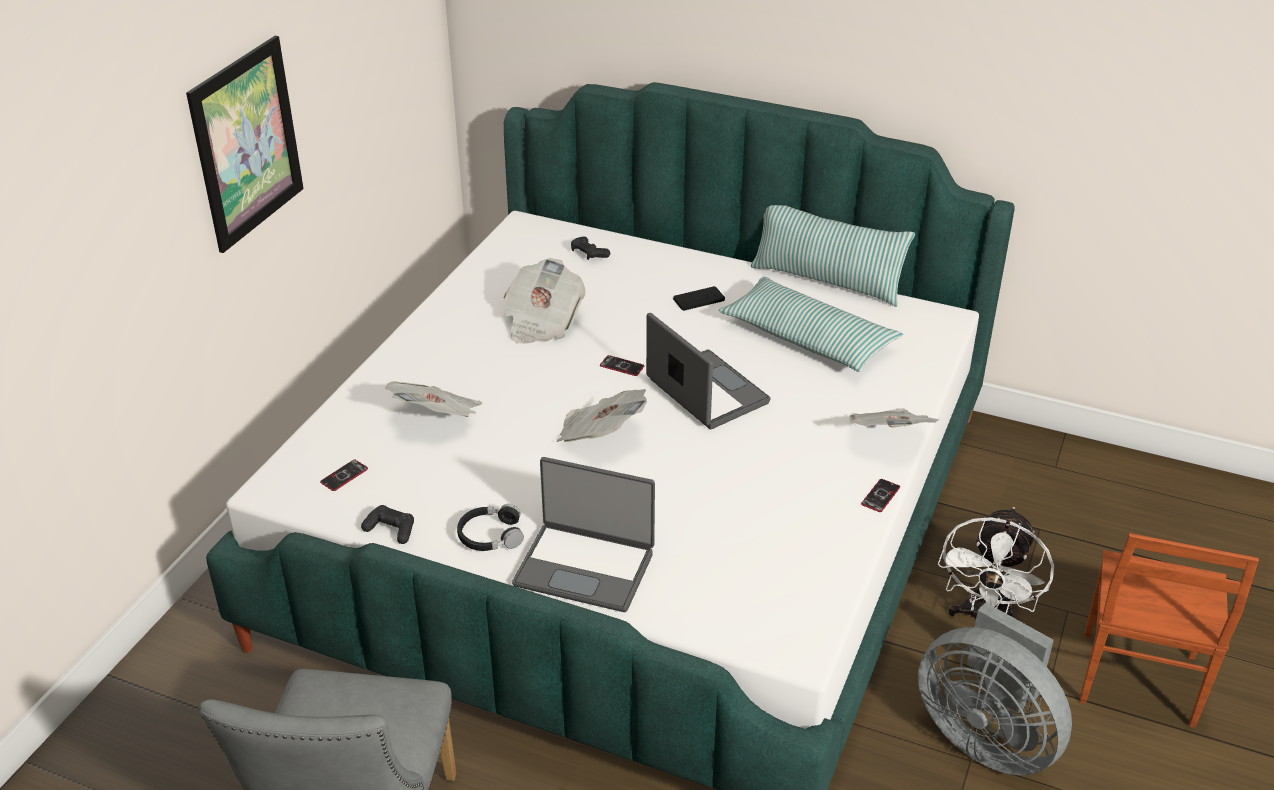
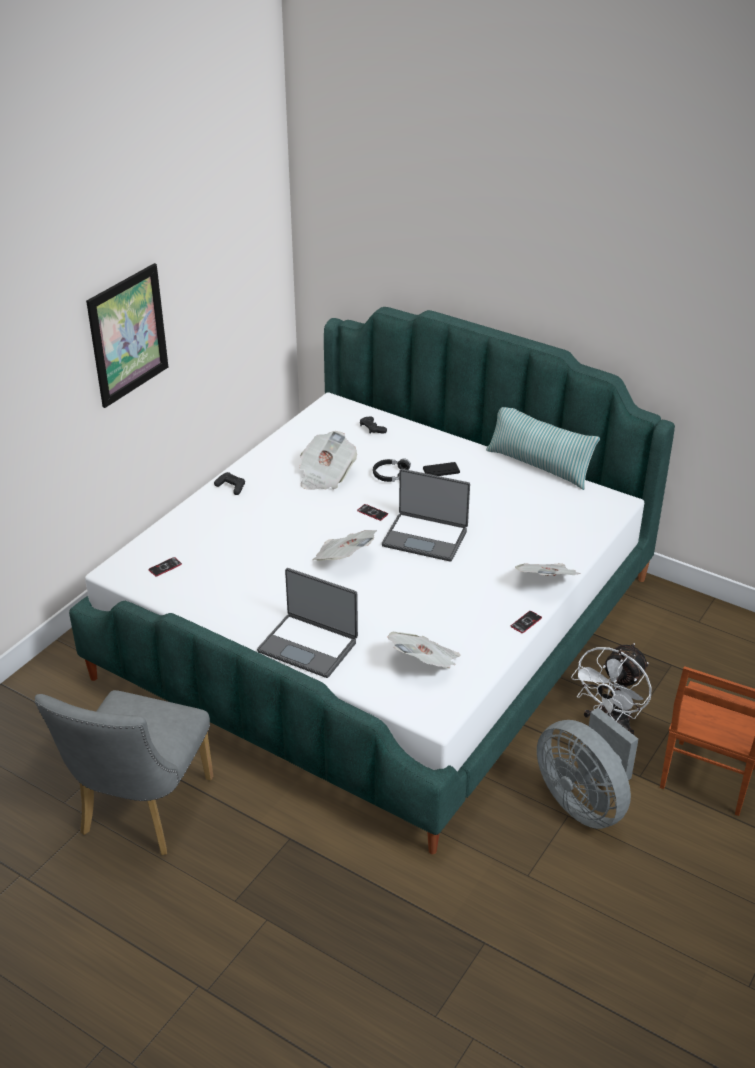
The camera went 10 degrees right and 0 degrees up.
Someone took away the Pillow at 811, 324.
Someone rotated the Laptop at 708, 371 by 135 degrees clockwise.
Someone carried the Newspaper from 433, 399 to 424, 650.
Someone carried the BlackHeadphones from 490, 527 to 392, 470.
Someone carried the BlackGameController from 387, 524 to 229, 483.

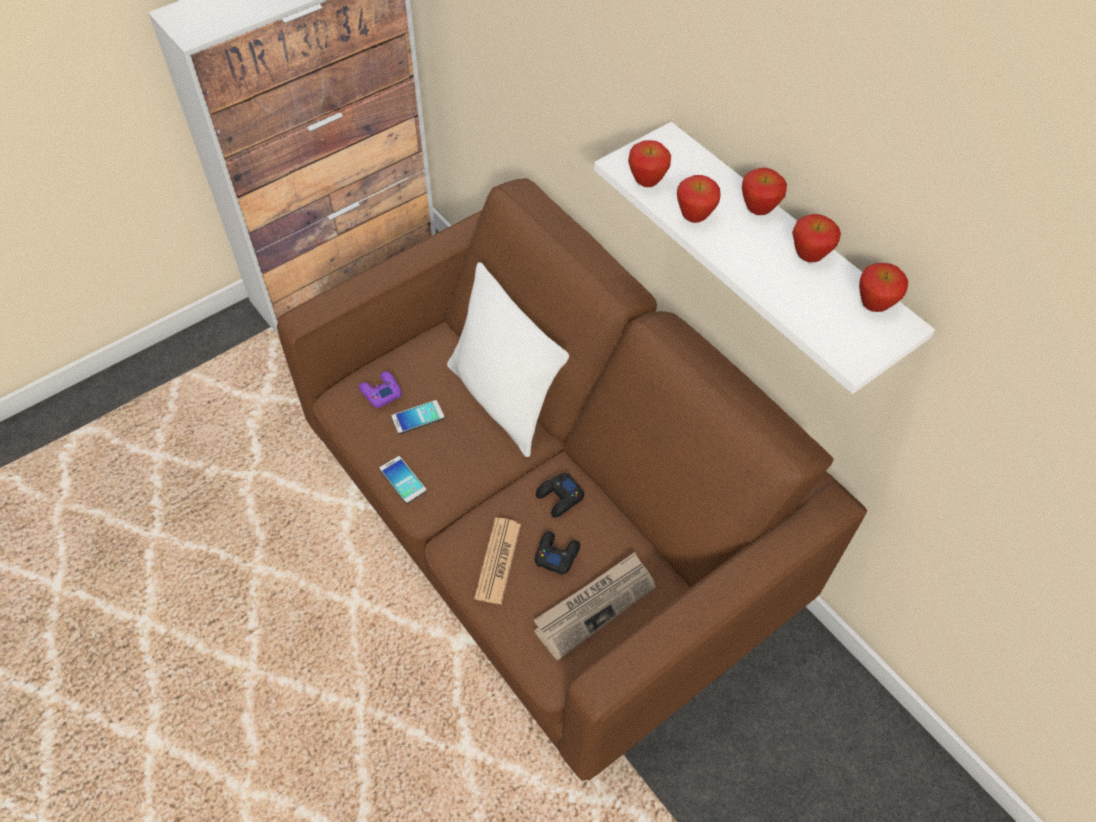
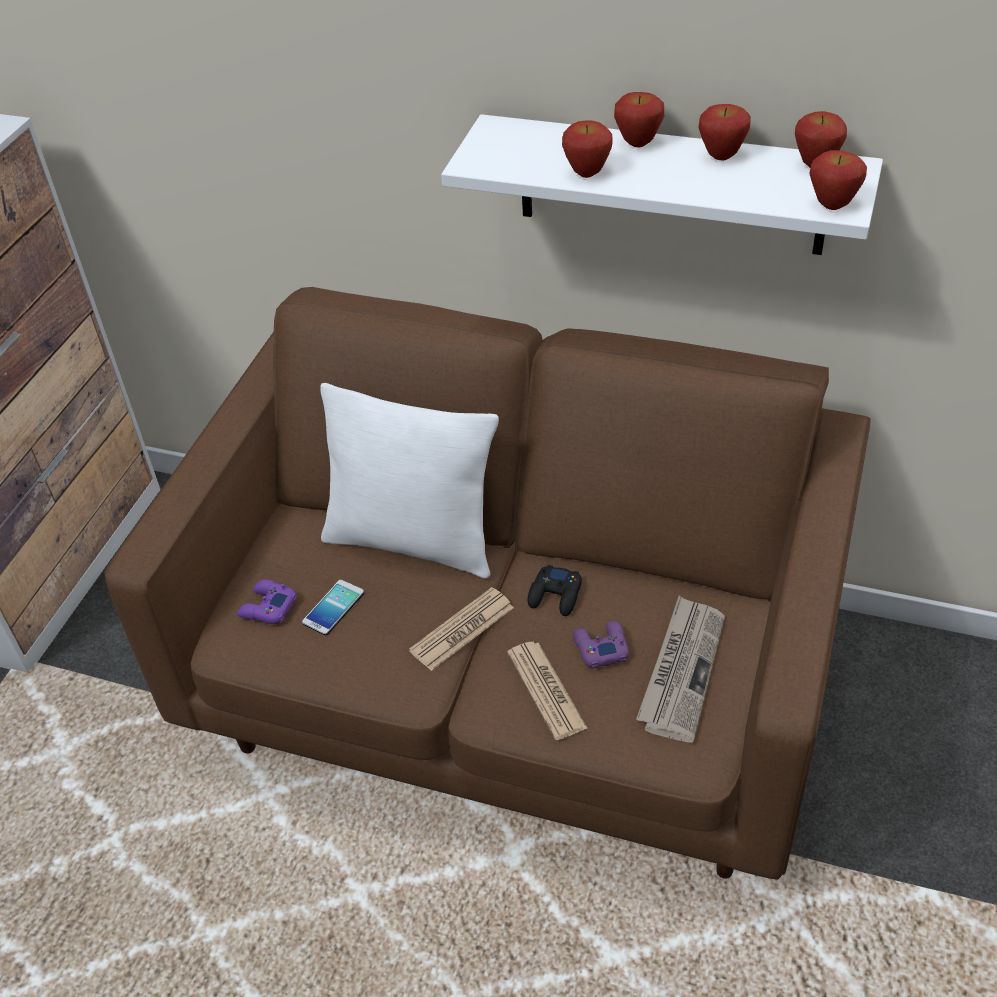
The camera went 30 degrees left and 10 degrees down.
Someone carried the Apple from 649, 163 to 838, 180.
Someone took away the Phone at 403, 479.
Someone repainted the BlackGameController at 557, 553, which became the PurpleGameController at 601, 645.
Someone put down the Newspaper at 461, 629.

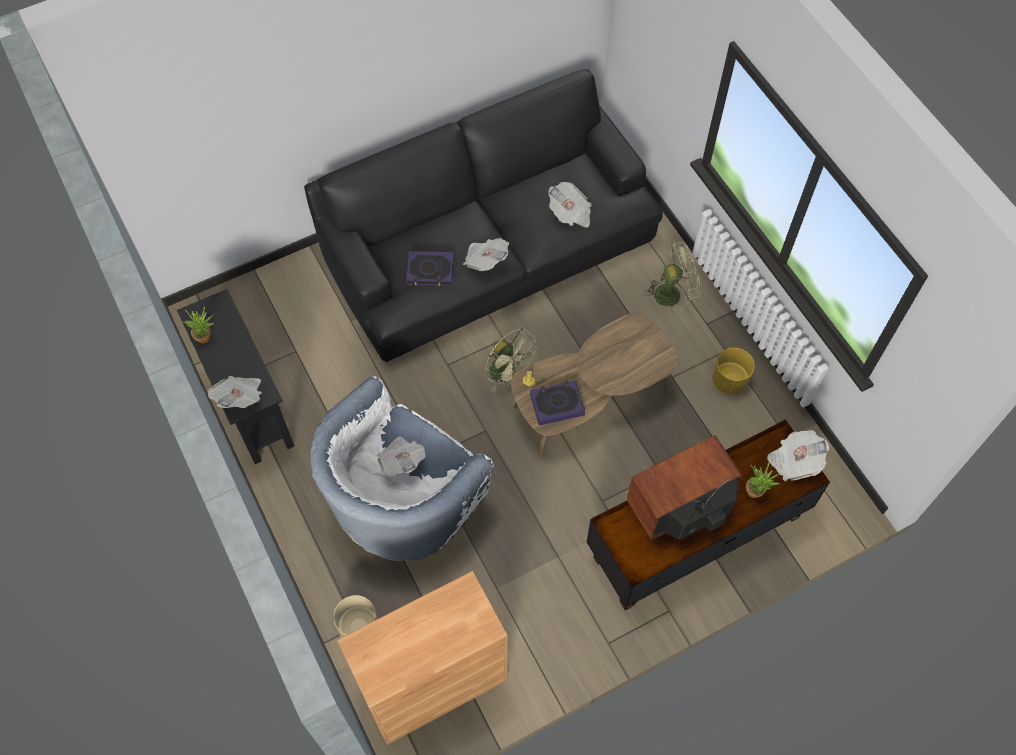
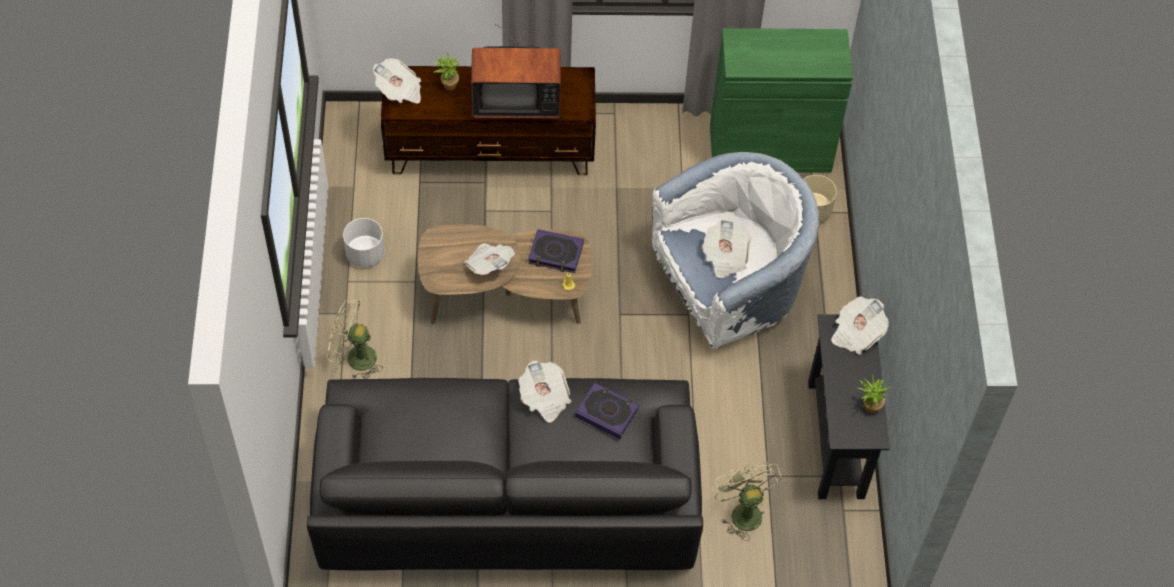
The camera went 155 degrees left and 5 degrees down.
Someone carried the Newspaper from 569, 205 to 490, 259.
Someone carried the GreenFan from 511, 360 to 747, 501.
Someone repainted the YellowPlanter at 733, 371, which became the WhitePlanter at 364, 243.
Someone repainted the BrownCabinet at 422, 658, which became the GreenCabinet at 781, 100.

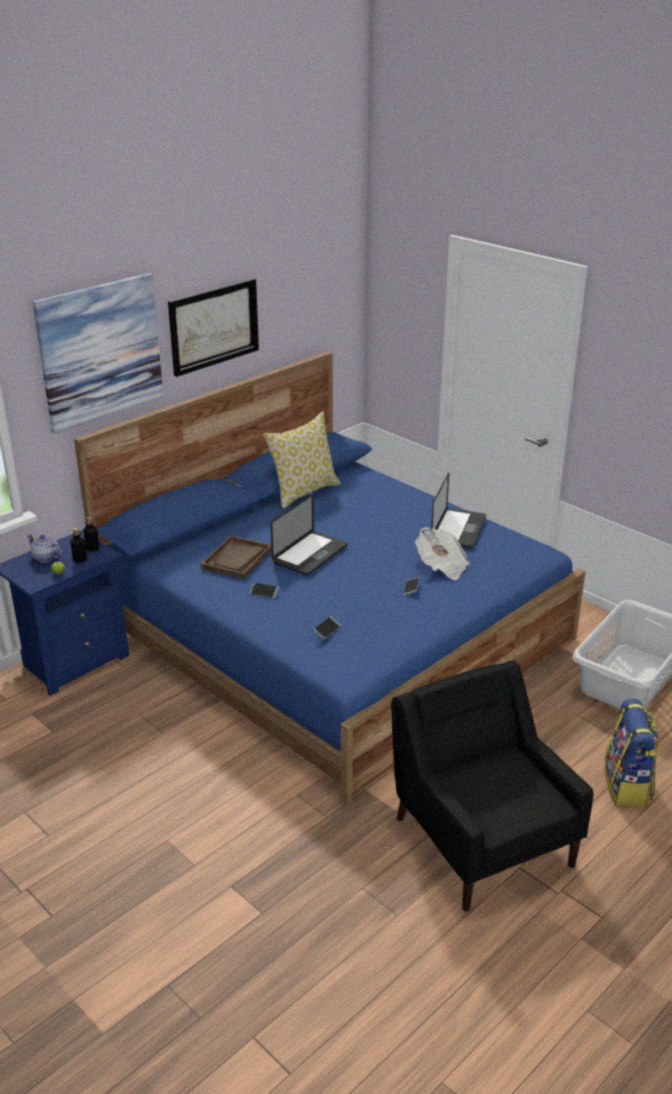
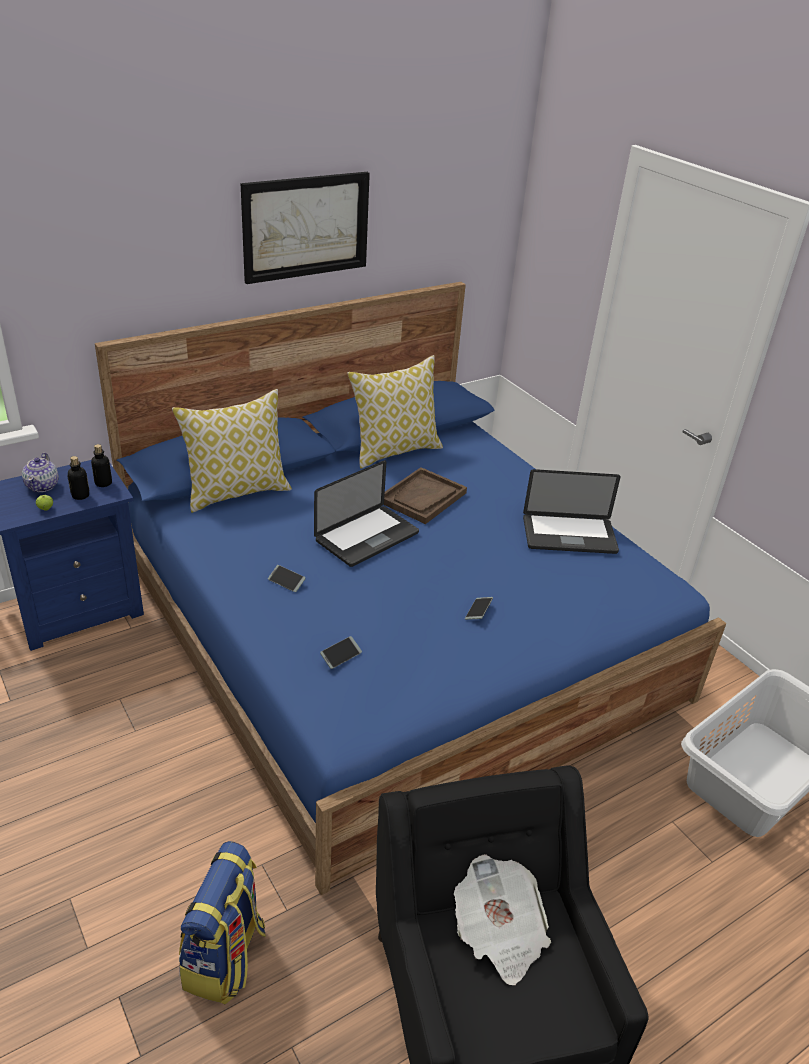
The camera went 10 degrees right and 5 degrees up.
Someone took away the Picture at 97, 353.
Someone rotated the Laptop at 458, 510 by 60 degrees clockwise.
Someone carried the Newspaper from 442, 553 to 502, 919.
Someone rotated the Teapot at 44, 548 by 135 degrees counterclockwise.
Someone carried the BrownTray from 236, 557 to 425, 495.
Someone carried the Backpack from 631, 753 to 222, 922.
Someone put down the Pillow at 232, 451.

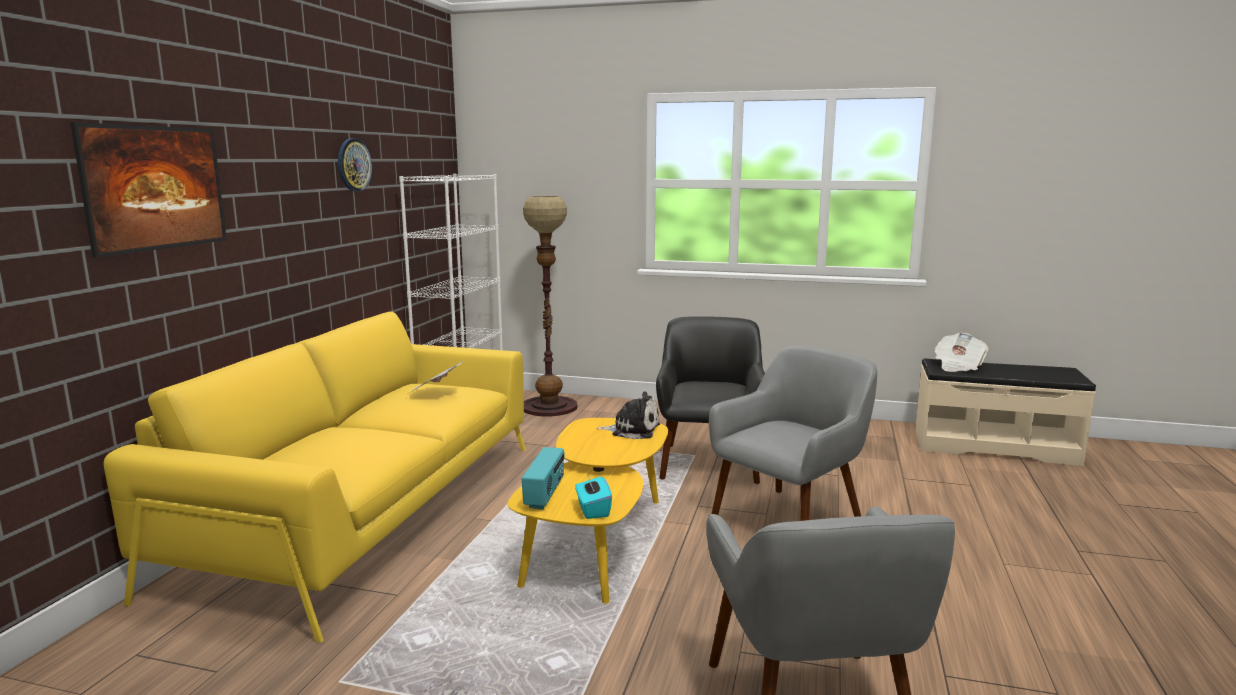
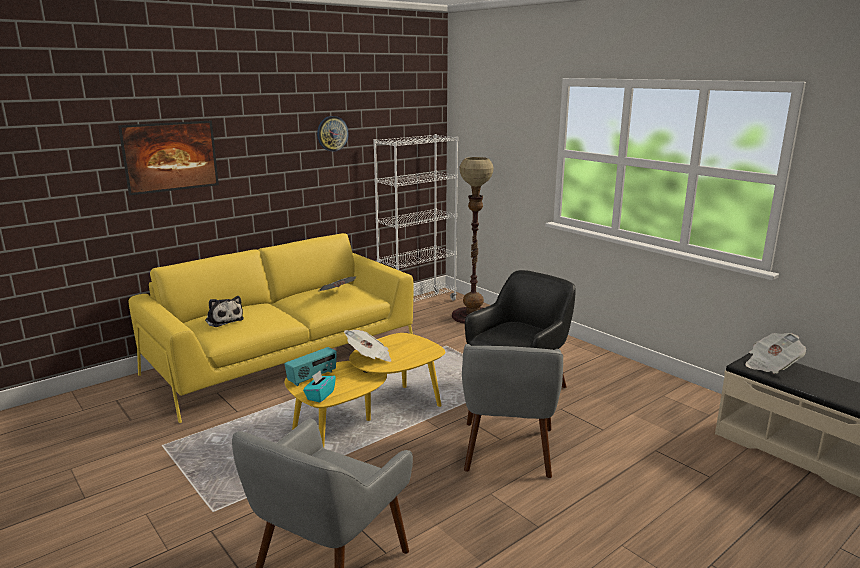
The camera went 35 degrees right and 5 degrees up.
Someone rotated the GreyArmchair at 793, 433 by 105 degrees clockwise.
Someone carried the PlushToy from 628, 415 to 224, 311.
Someone put down the Newspaper at 367, 346.

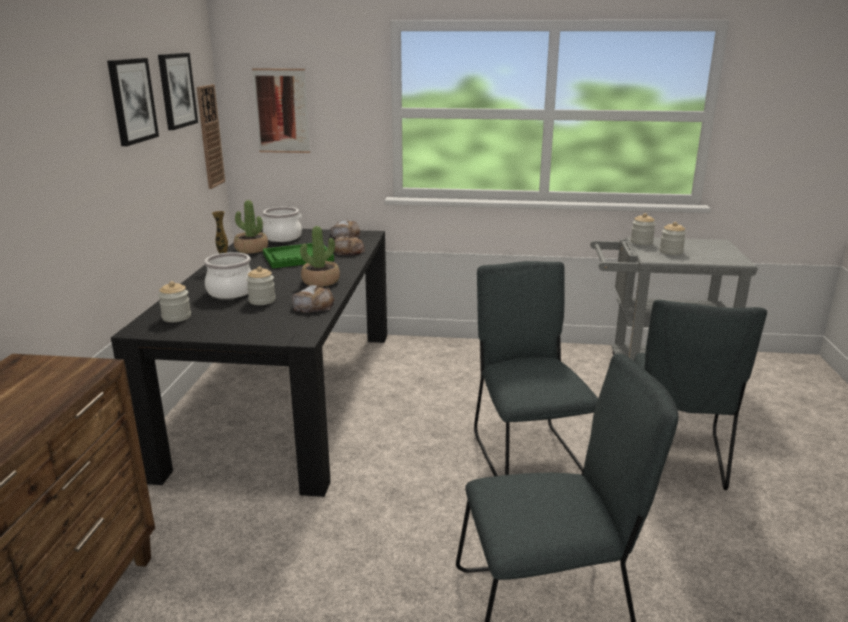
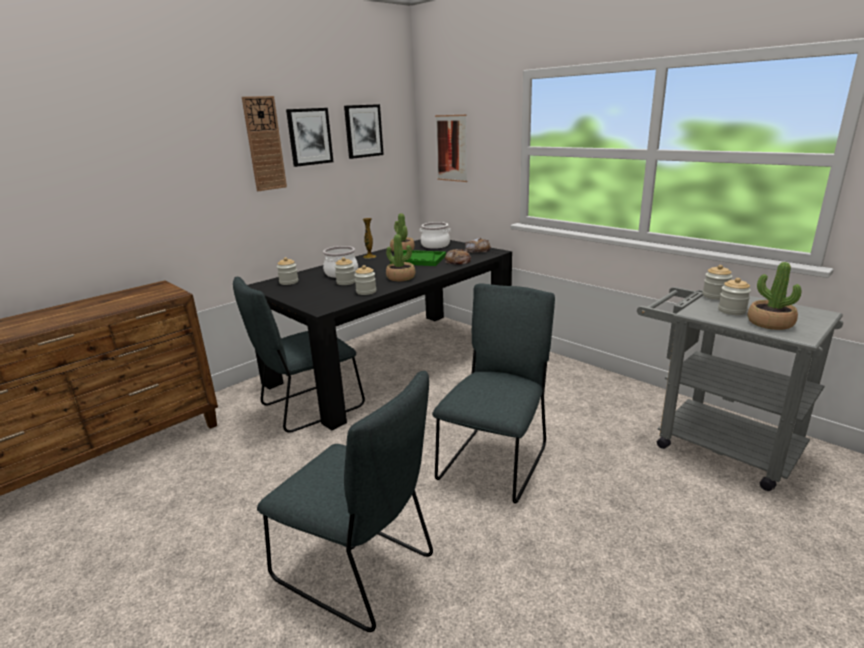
The camera went 40 degrees right and 0 degrees up.
Someone carried the WallClock from 211, 136 to 264, 143.
Someone swapped the Bread at 313, 299 for the Jar at 365, 280.
Someone carried the GreyChair from 700, 395 to 299, 355.
Someone put down the PottedPlant at 774, 296.

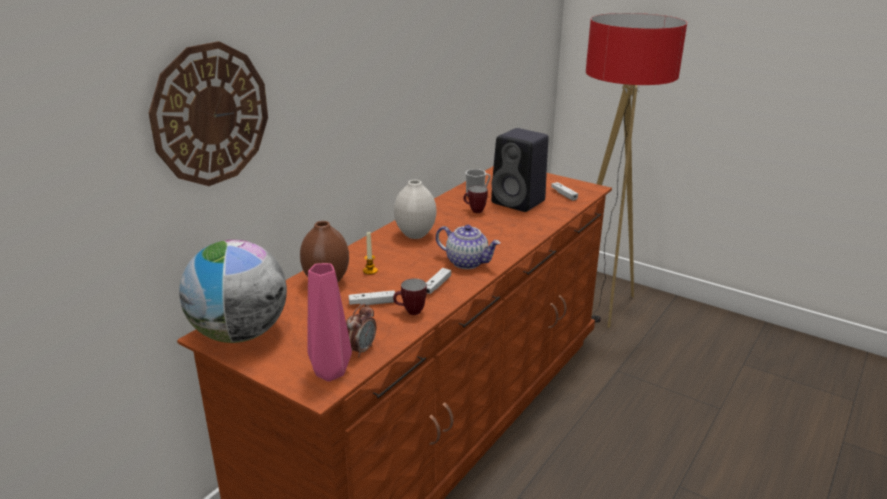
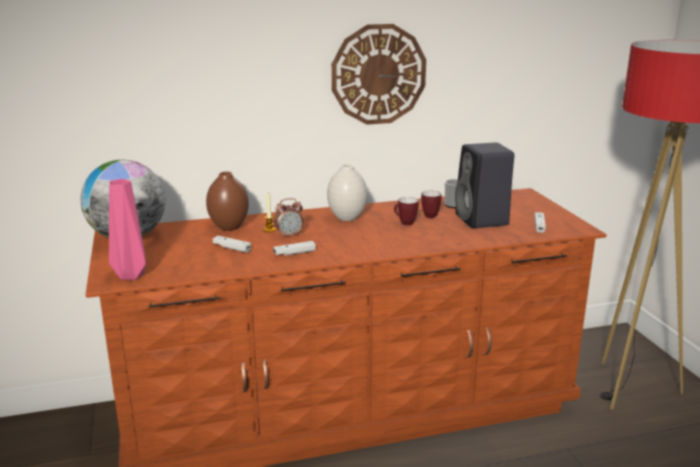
The camera went 40 degrees right and 5 degrees down.
Someone carried the WallClock from 208, 113 to 379, 74.
Someone took away the Teapot at 468, 247.
Someone carried the Mug from 410, 296 to 406, 211.
Someone carried the AlarmClock from 361, 330 to 288, 218.

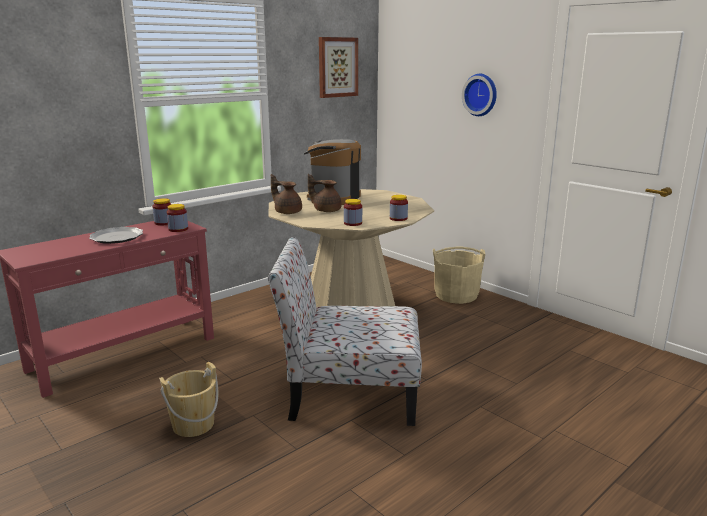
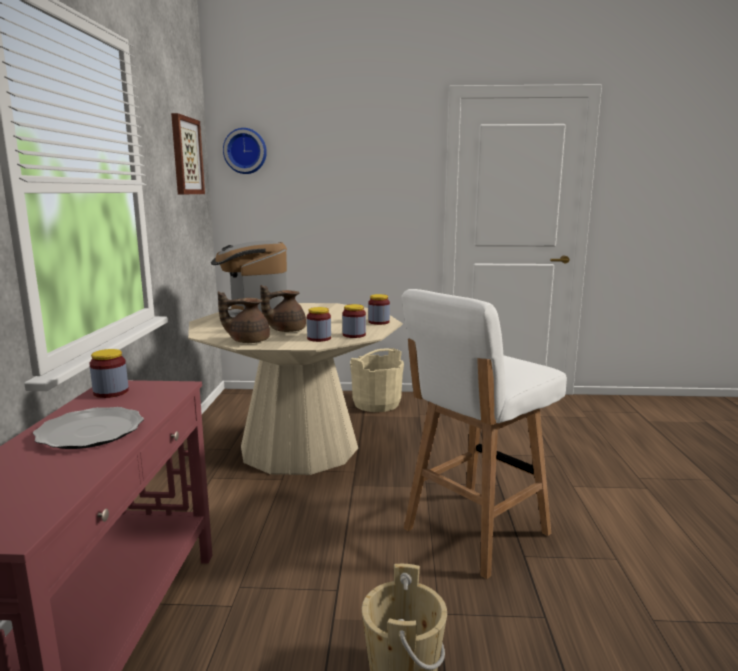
The camera went 45 degrees left and 5 degrees down.
Someone carried the WallClock from 479, 95 to 245, 151.
Someone carried the Jar from 177, 218 to 319, 324.
Someone swapped the Chair at 345, 331 for the WhiteStool at 484, 434.

